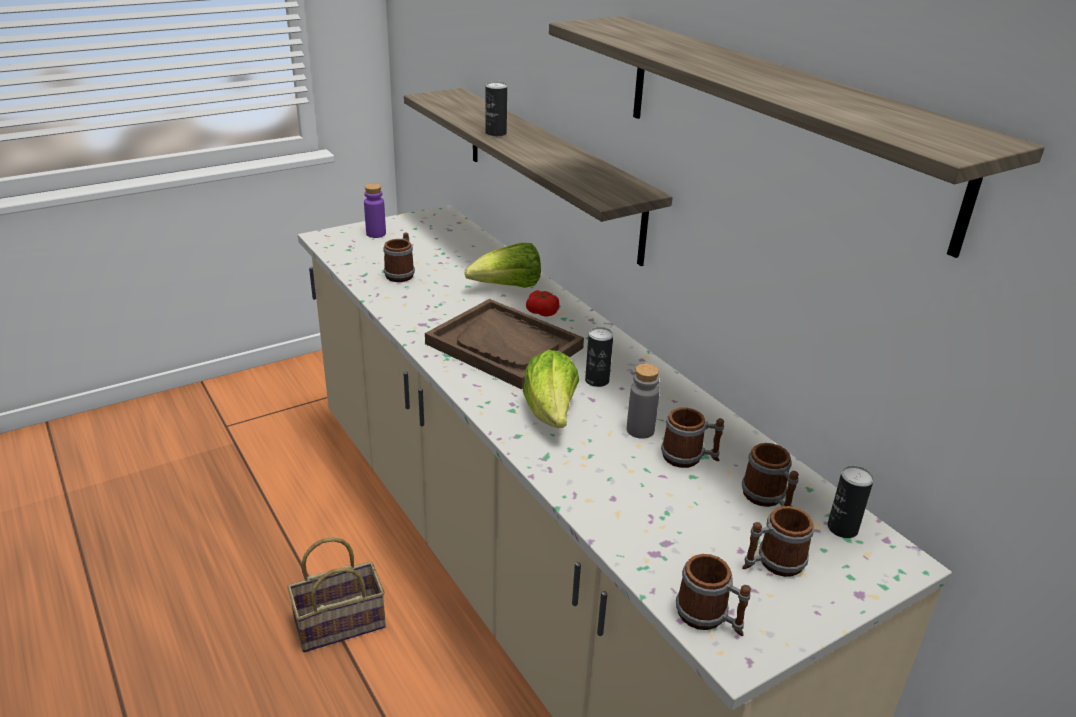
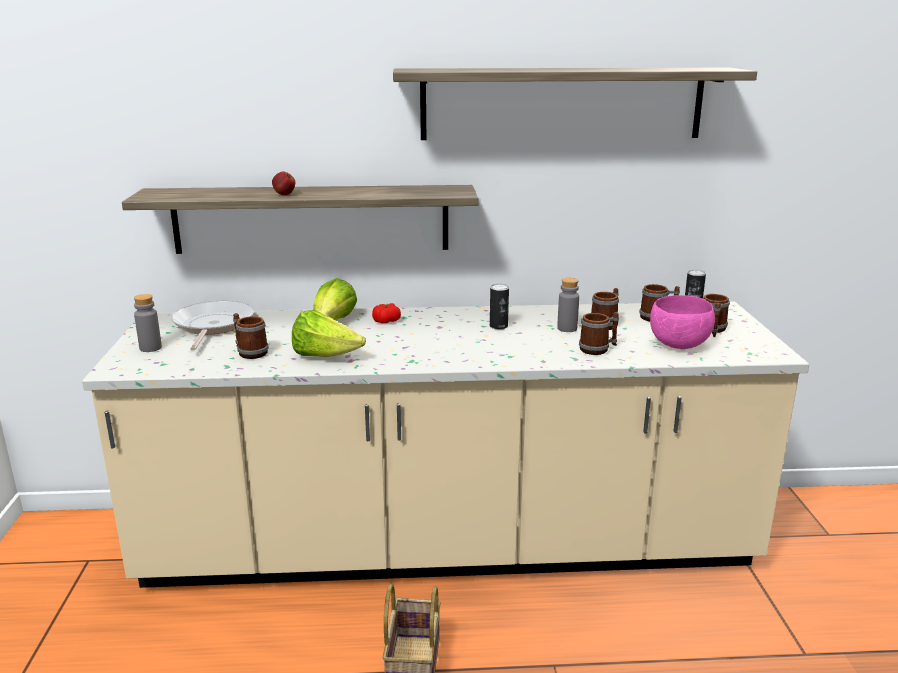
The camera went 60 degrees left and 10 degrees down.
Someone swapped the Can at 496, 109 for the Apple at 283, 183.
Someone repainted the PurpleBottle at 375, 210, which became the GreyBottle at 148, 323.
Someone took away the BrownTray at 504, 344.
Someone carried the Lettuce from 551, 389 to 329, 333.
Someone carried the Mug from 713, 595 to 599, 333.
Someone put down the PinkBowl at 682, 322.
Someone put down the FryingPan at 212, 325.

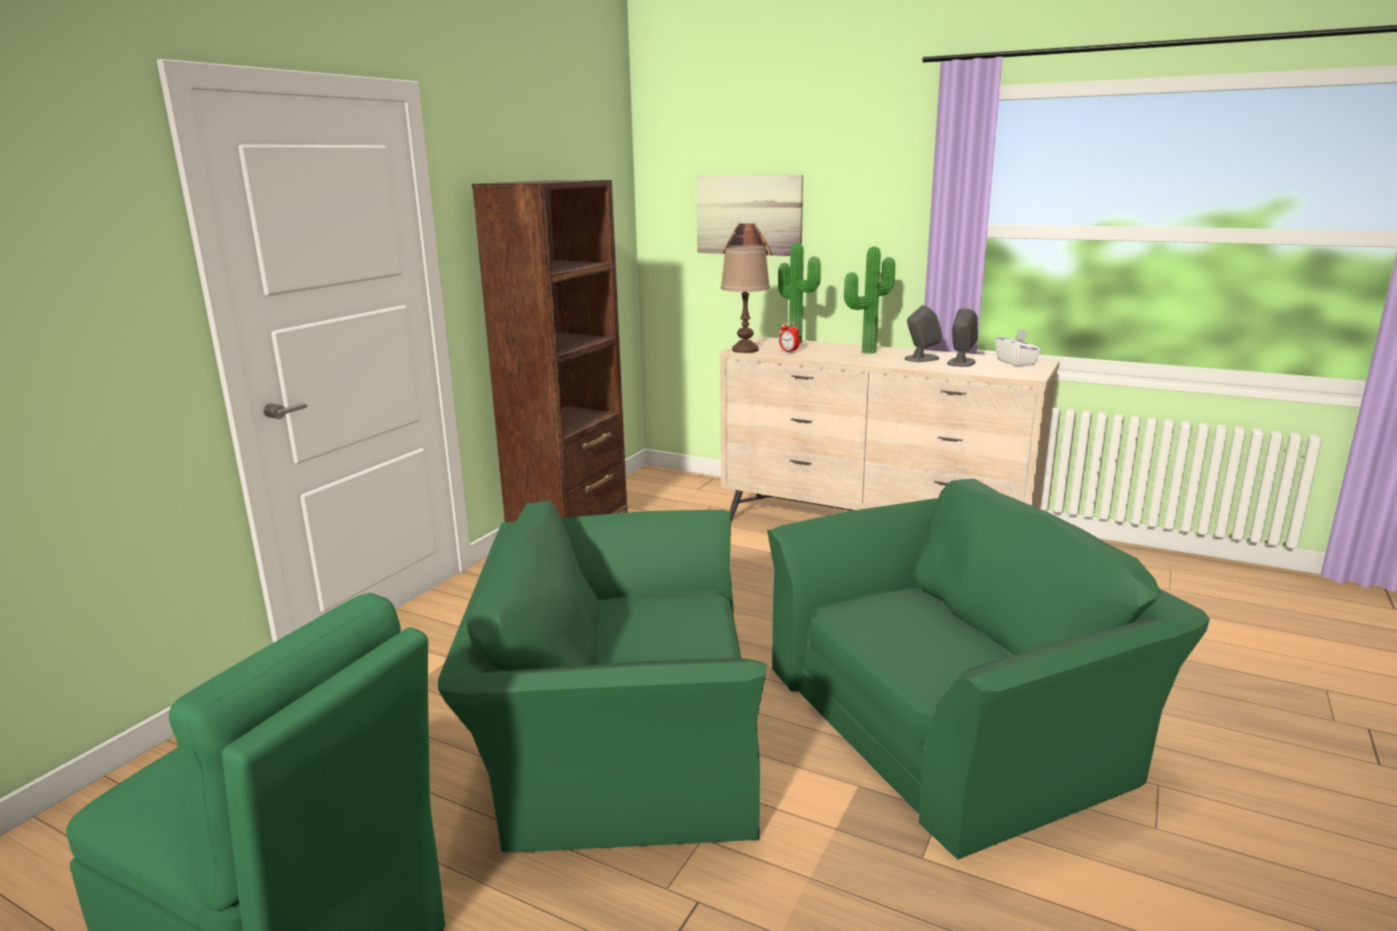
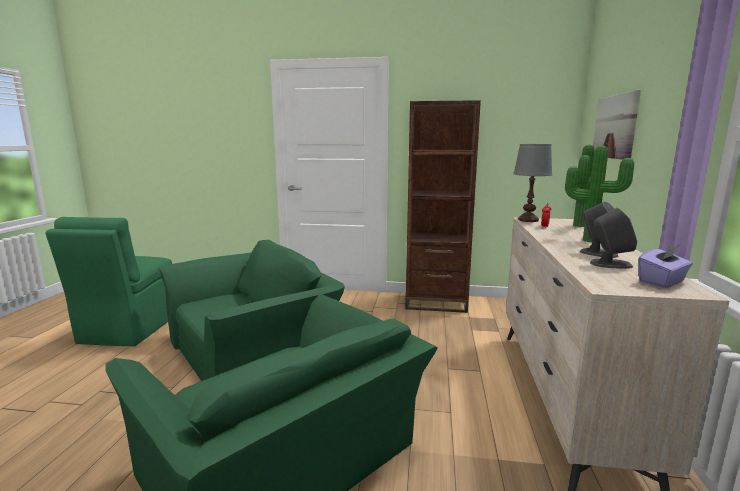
The camera went 70 degrees right and 5 degrees down.
Someone repainted the BrownTableLamp at 745, 299, which became the GreyTableLamp at 532, 183.
Someone repainted the WhiteTissueBox at 1018, 348, which became the PurpleTissueBox at 665, 266.
Someone rotated the GreenArmchair at 602, 677 by 75 degrees clockwise.

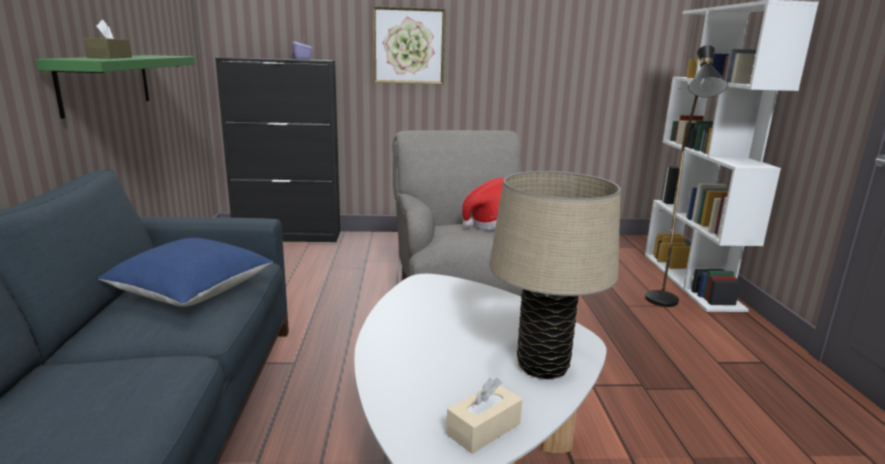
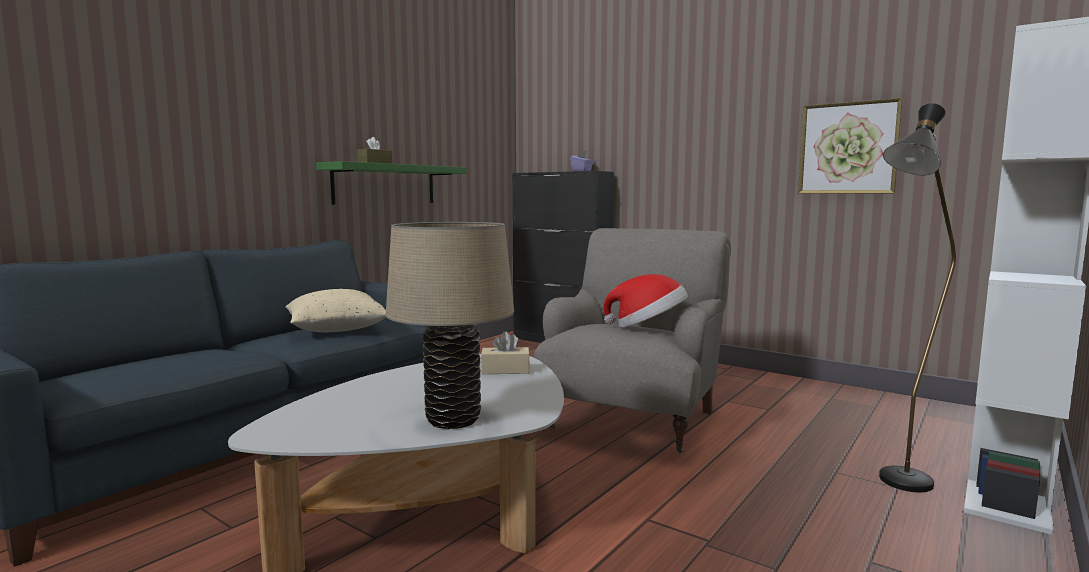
The camera went 40 degrees right and 10 degrees down.
Someone carried the Picture from 409, 45 to 850, 145.
Someone repainted the BluePillow at 185, 272, which became the BeigePillow at 336, 310.
Someone carried the BeigeTissueBox from 484, 416 to 505, 352.

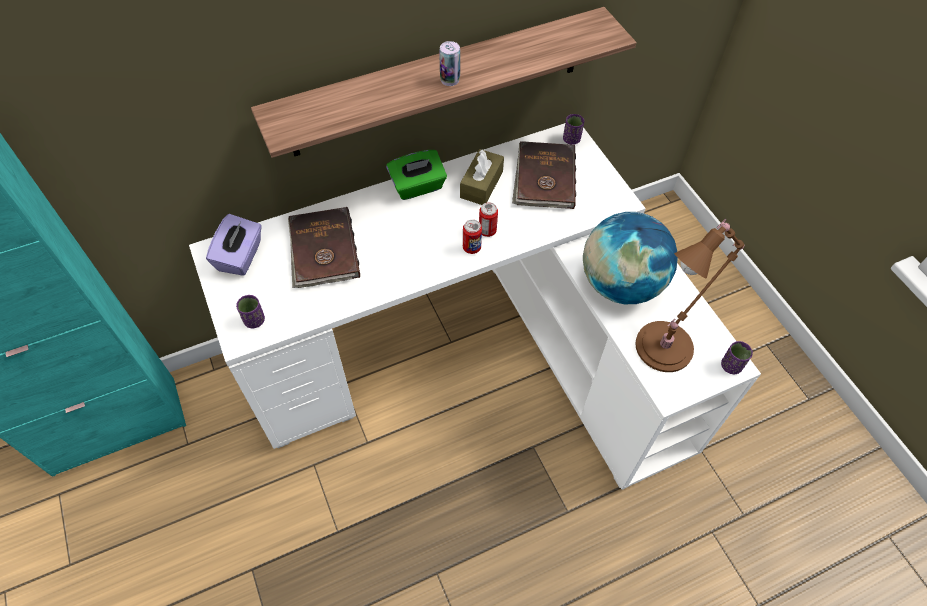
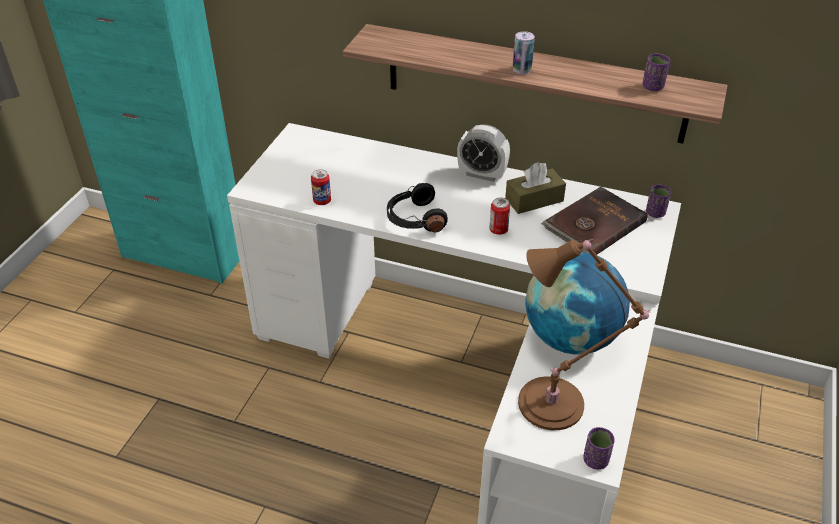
The camera went 45 degrees right and 15 degrees down.
Someone swapped the GreenTissueBox at 416, 175 for the AlarmClock at 483, 153.
Someone took away the BrownBook at 324, 247.
Someone took away the PurpleTissueBox at 234, 245.
Someone carried the Can from 472, 237 to 321, 187.
Someone carried the PurpleCup from 250, 311 to 656, 72.
Someone put down the BlackHeadphones at 417, 207.

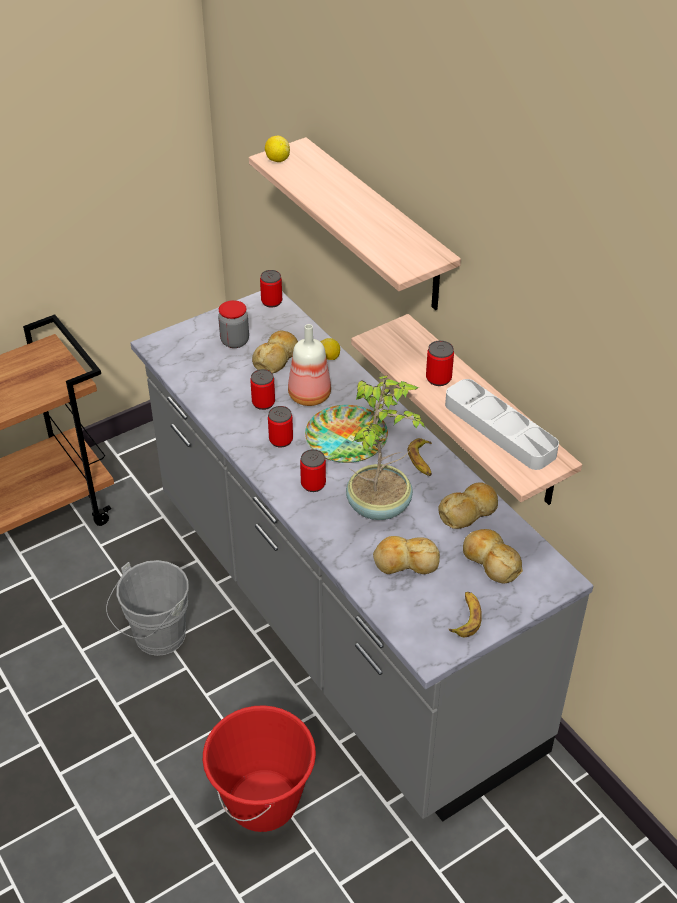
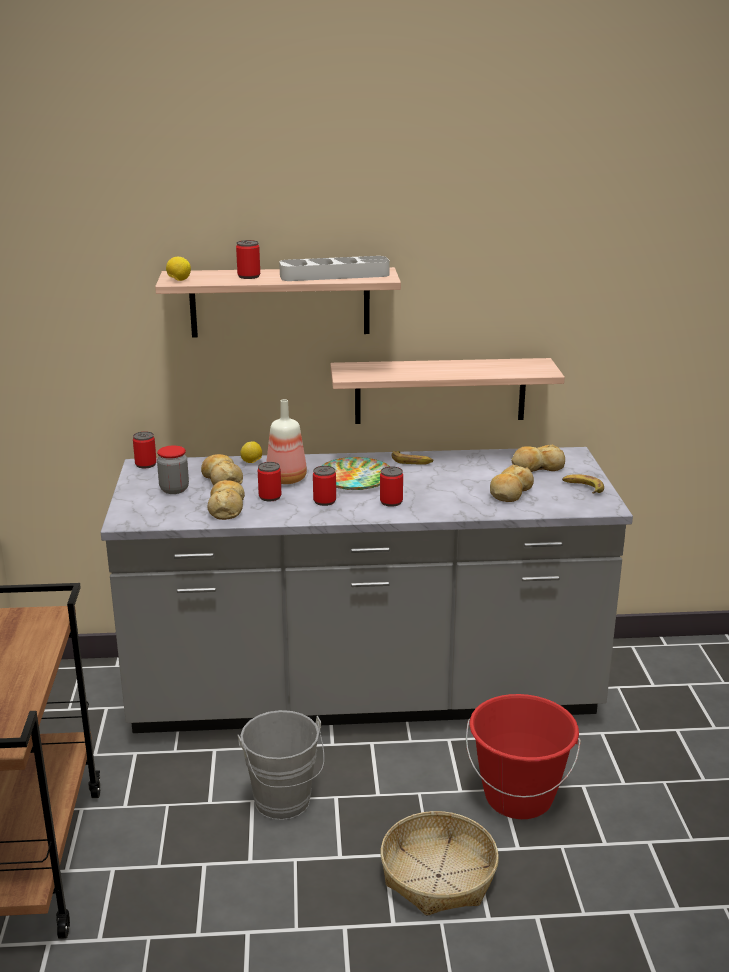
The camera went 60 degrees left and 20 degrees down.
Someone carried the Can from 440, 363 to 248, 259.
Someone took away the PottedPlant at 385, 448.
Someone carried the GreyTray from 502, 424 to 334, 268.
Someone carried the Bread from 468, 505 to 226, 500.
Someone put down the Basket at 440, 863.

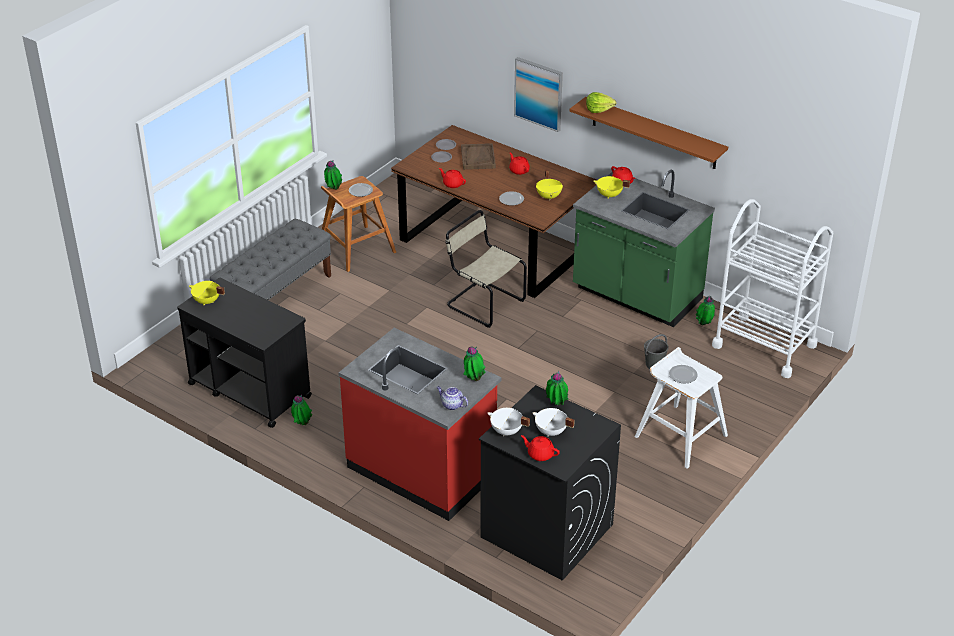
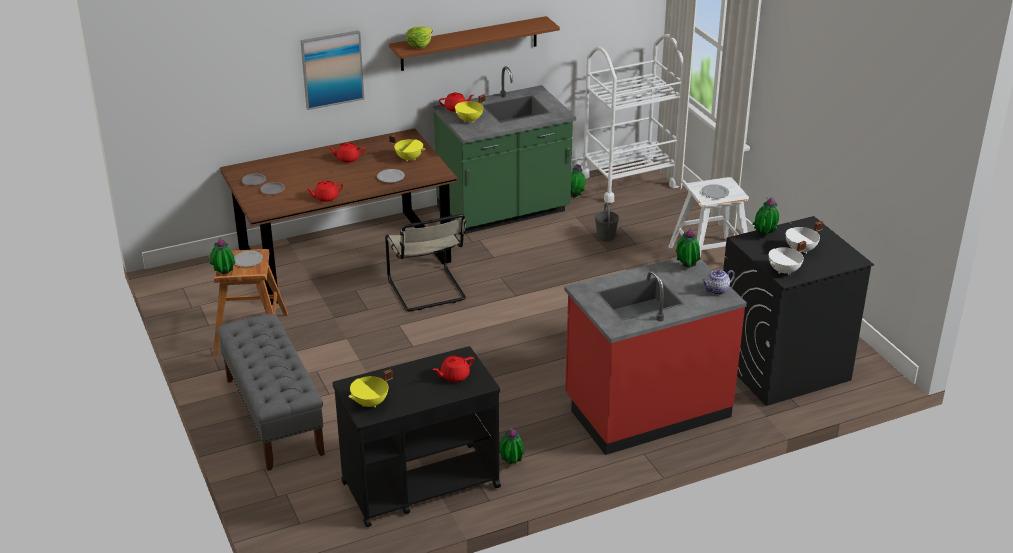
The camera went 60 degrees left and 5 degrees down.
Someone took away the BrownTray at 478, 156.
Someone rotated the BeigeChair at 486, 269 by 90 degrees counterclockwise.
Someone carried the RedTeapot from 540, 448 to 453, 368.

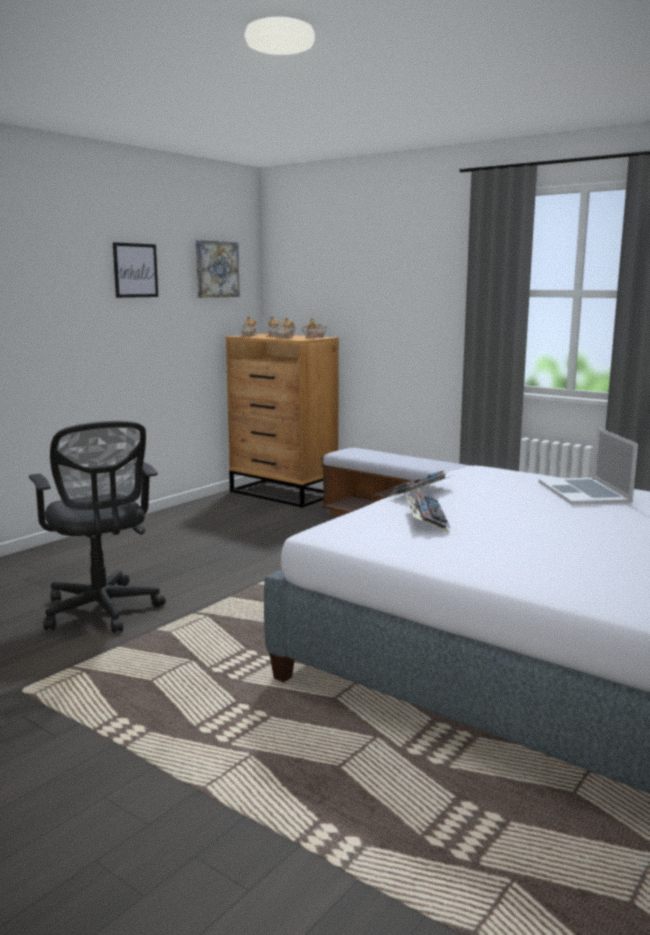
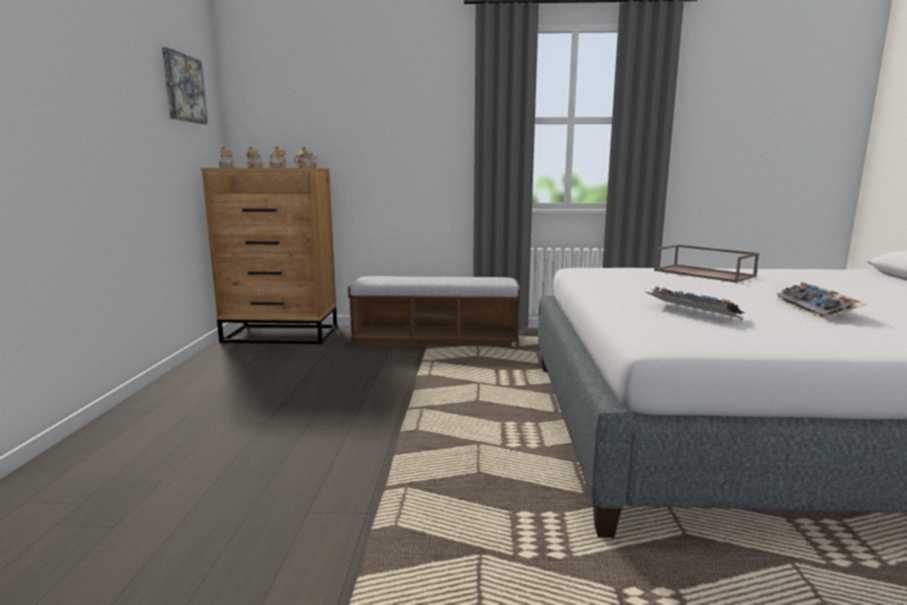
The camera went 35 degrees left and 0 degrees up.
Someone took away the Picture at 135, 270.
Someone took away the BlackOfficeChair at 97, 527.
Someone swapped the Laptop at 588, 466 for the BrownTray at 706, 264.
Someone carried the Keyboard from 421, 484 to 821, 301.

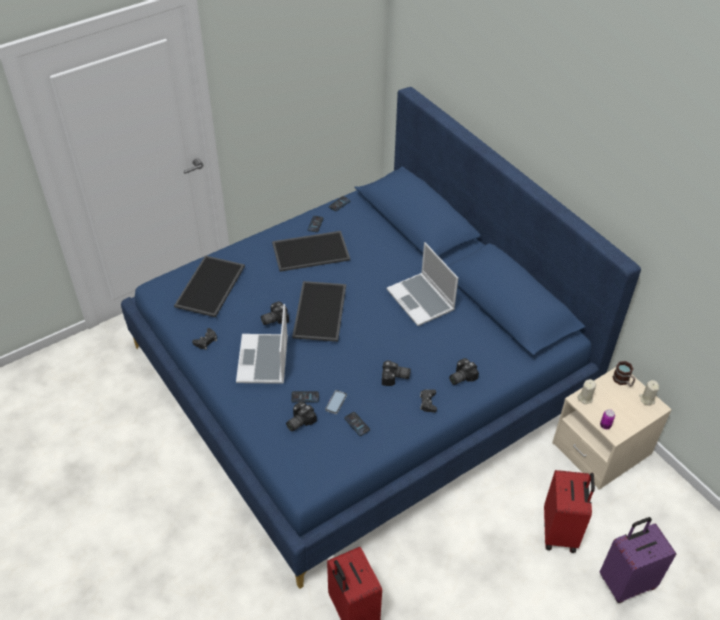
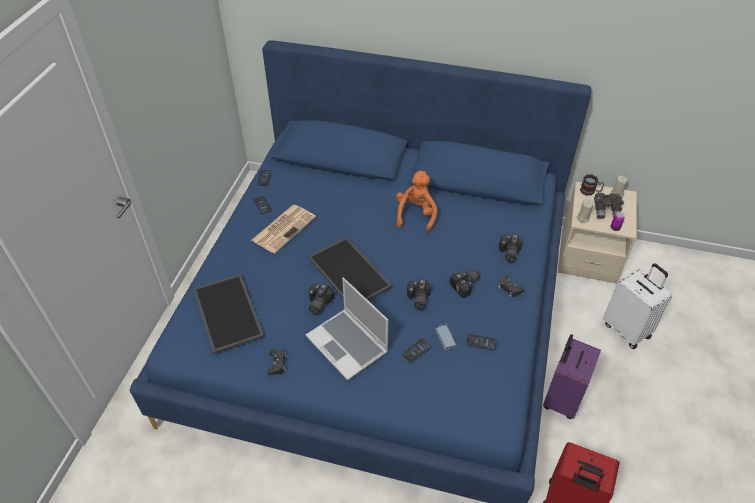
The camera went 40 degrees left and 0 degrees up.
Someone swapped the Tray at 311, 251 for the Newspaper at 283, 229.
Someone swapped the Laptop at 422, 284 for the OrangePlushToy at 416, 201.
Someone carried the PhotoCamera from 301, 416 to 419, 294.
Someone repainted the RedSuitcase at 569, 511, which became the WhiteSuitcase at 637, 306.
Someone carried the PurpleSuitcase from 638, 560 to 572, 376.
Someone put down the GreyBinoculars at 609, 206.

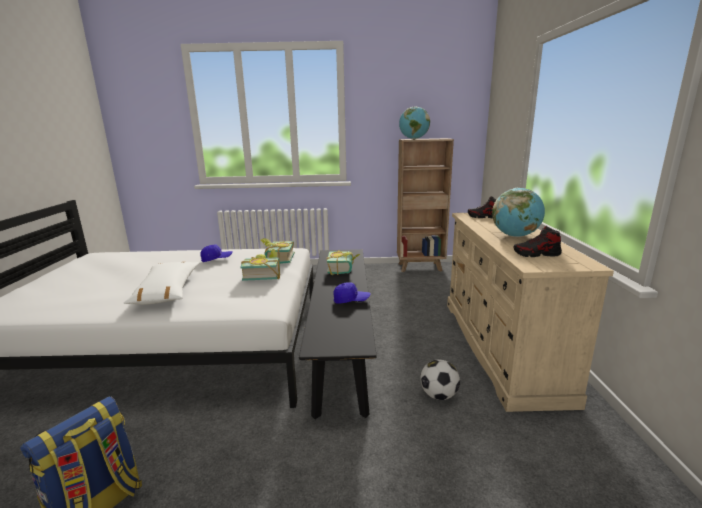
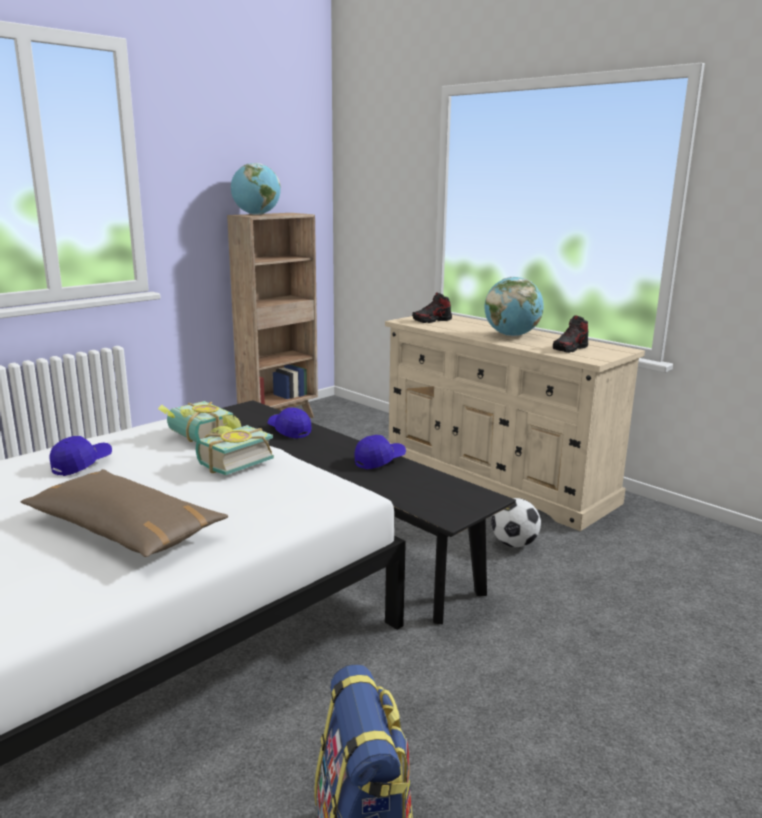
The camera went 45 degrees left and 0 degrees up.
Someone swapped the Book at 343, 262 for the BlueCap at 289, 423.
Someone repainted the WhitePillow at 161, 283, which became the BrownPillow at 124, 513.

